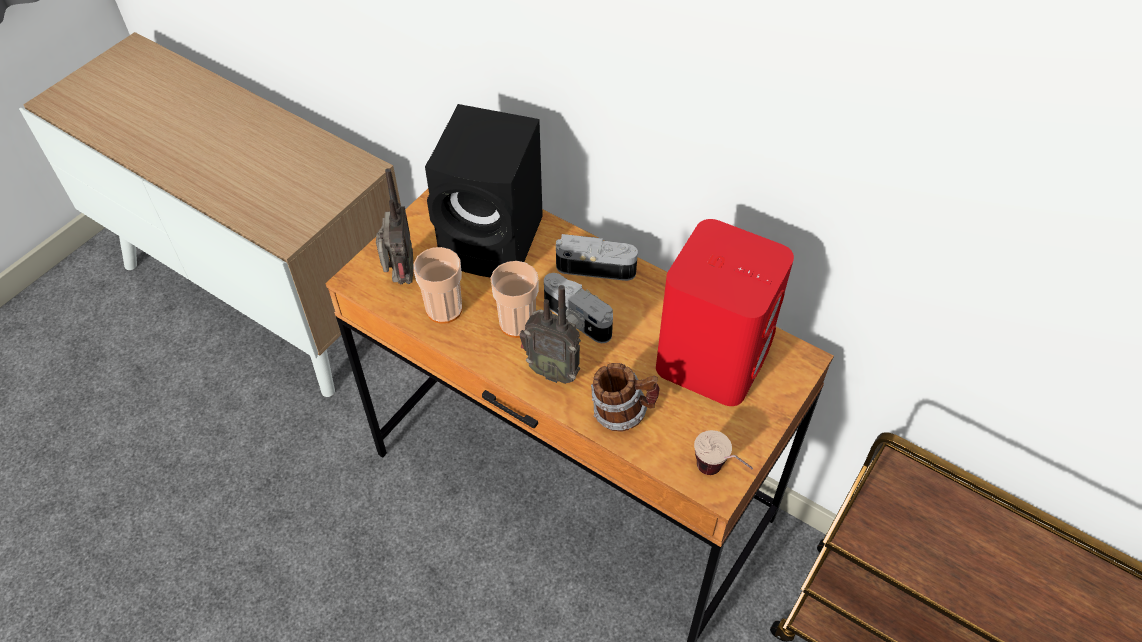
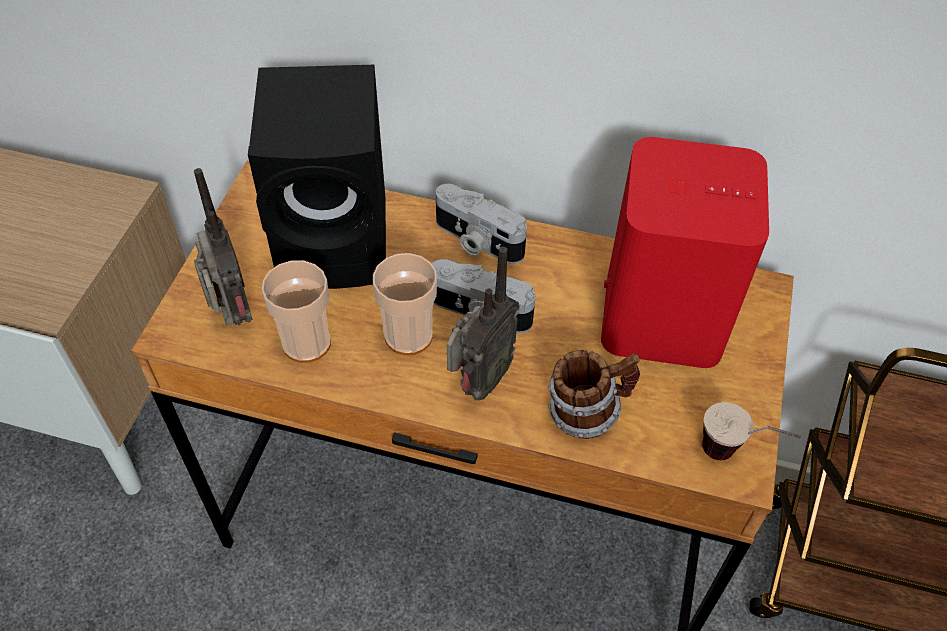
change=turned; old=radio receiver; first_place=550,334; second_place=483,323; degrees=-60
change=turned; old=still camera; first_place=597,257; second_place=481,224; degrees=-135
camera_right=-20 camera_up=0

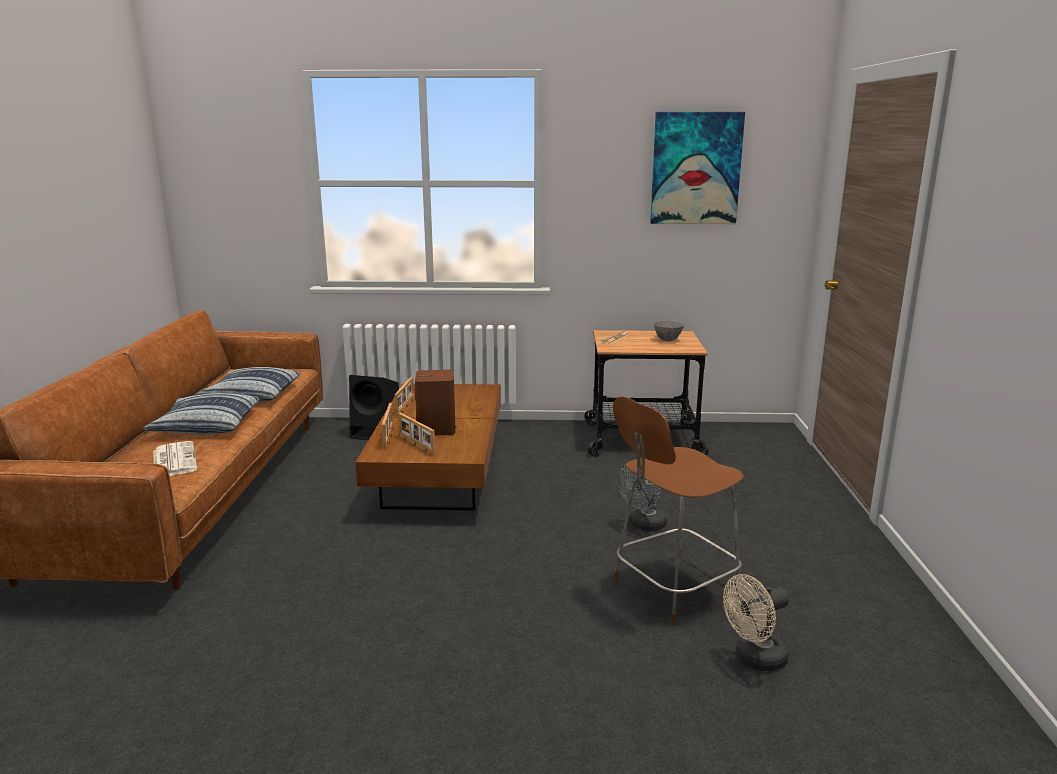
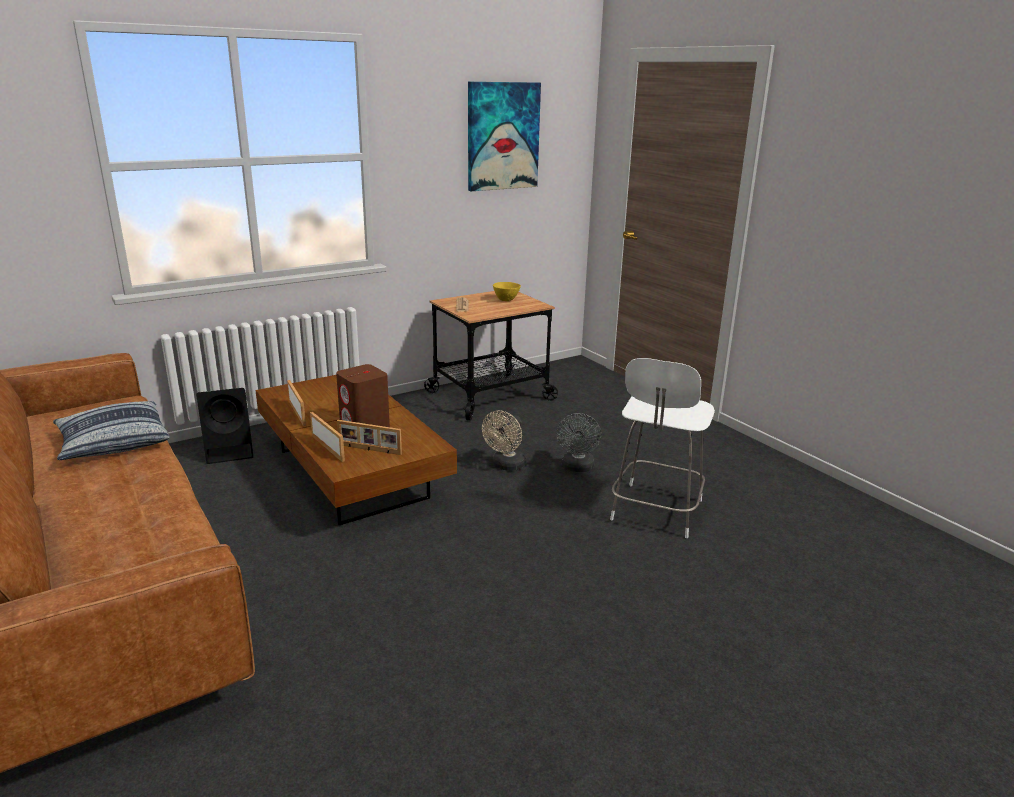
change=removed; old=throw pillow; first_place=201,414
change=removed; old=printed paper; first_place=175,458
change=recoloured; old=brown-coloured stool; new=white stool; first_place=678,511; second_place=662,448
change=recoloured; old=grey bowl; new=yellow bowl; first_place=669,331; second_place=507,291
change=moved; old=sand-coloured cooling fan; first_place=756,622; second_place=504,440
camera_right=-35 camera_up=5

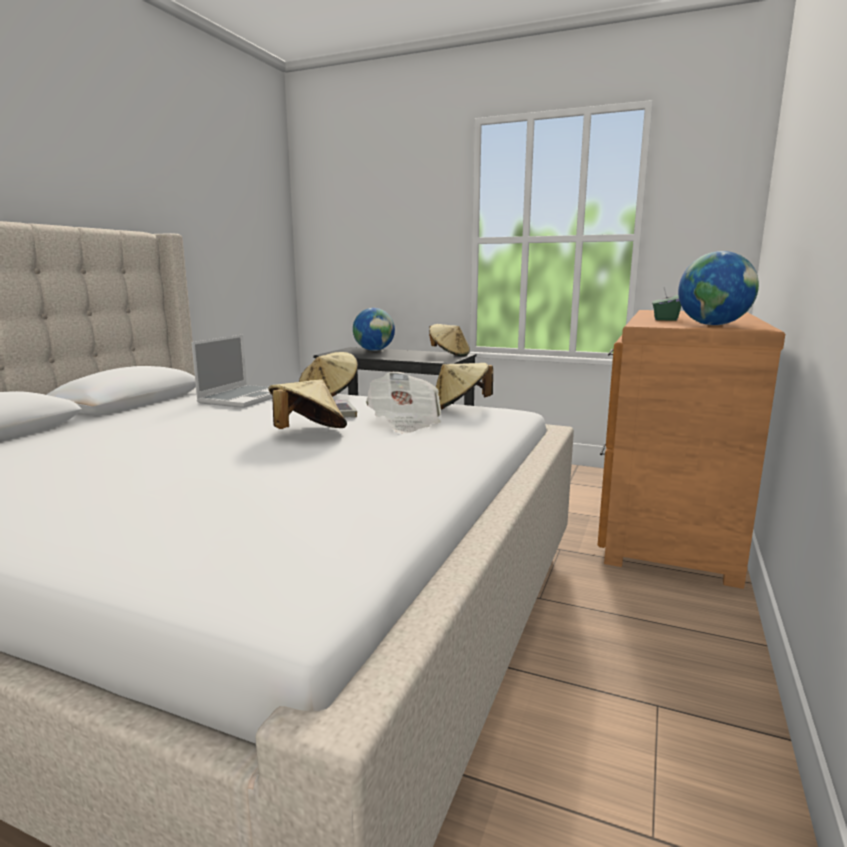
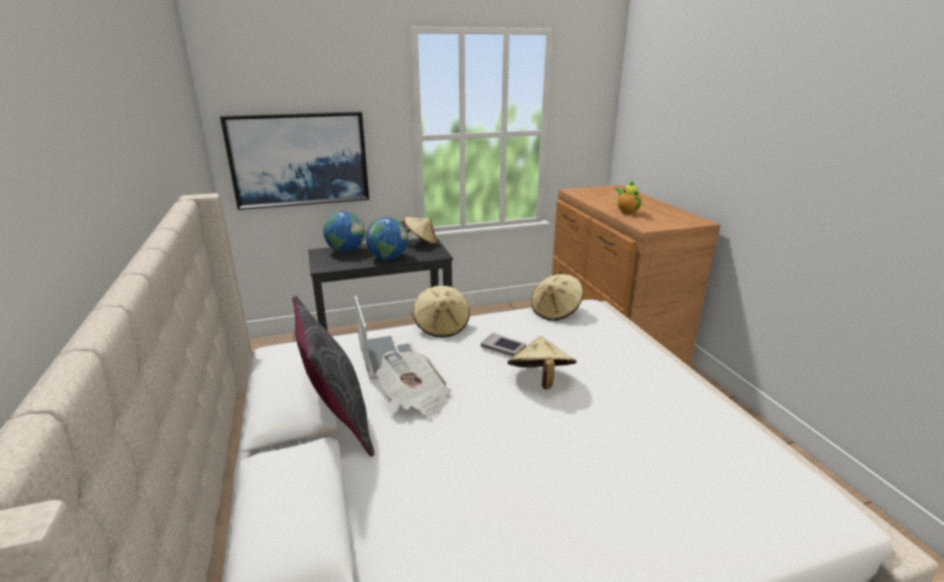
change=moved; old=printed paper; first_place=403,402; second_place=414,384
change=replaced; old=green-coloured tissue holder; new=tea pot; first_place=666,304; second_place=628,198
change=moved; old=desk globe; first_place=718,288; second_place=387,238
change=added; new=wall picture; second_place=294,161
change=added; new=grey throw pillow; second_place=333,376
camera_right=-40 camera_up=10

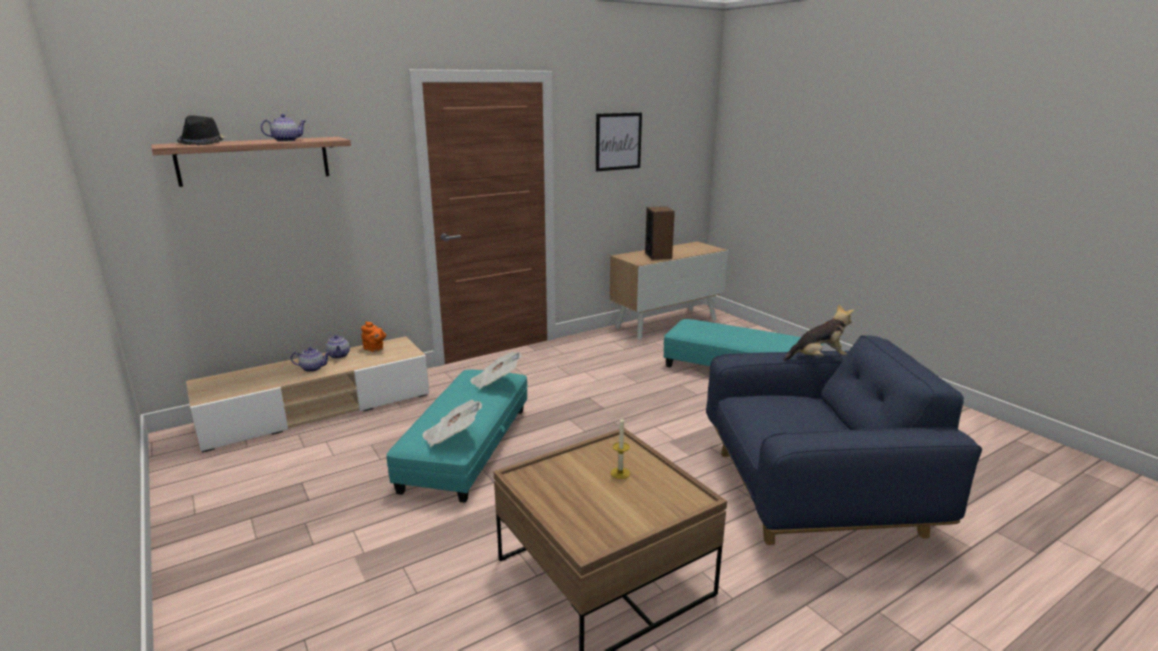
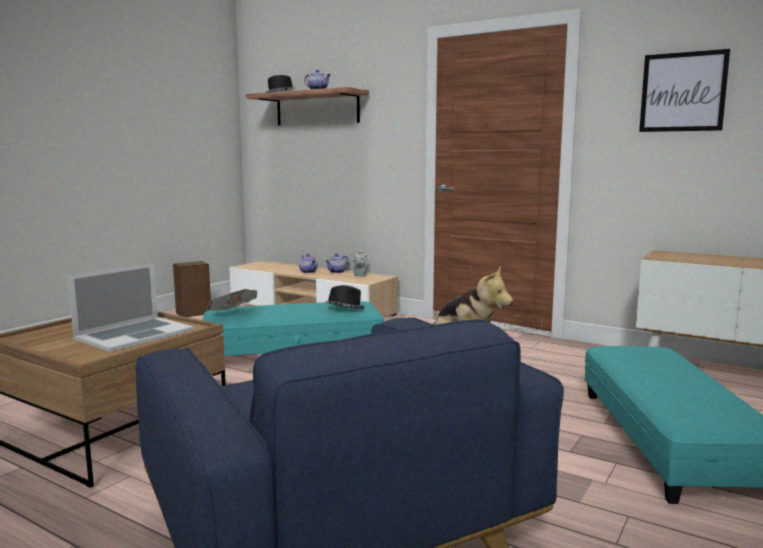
change=recoloured; old=orange tea pot; new=grey tea pot; first_place=373,336; second_place=360,263
change=replaced; old=printed paper; new=black wearable hat; first_place=496,370; second_place=344,297
change=replaced; old=wax light; new=portable computer; first_place=620,448; second_place=131,307
change=moved; old=audio speaker; first_place=660,233; second_place=192,289
camera_right=65 camera_up=-10

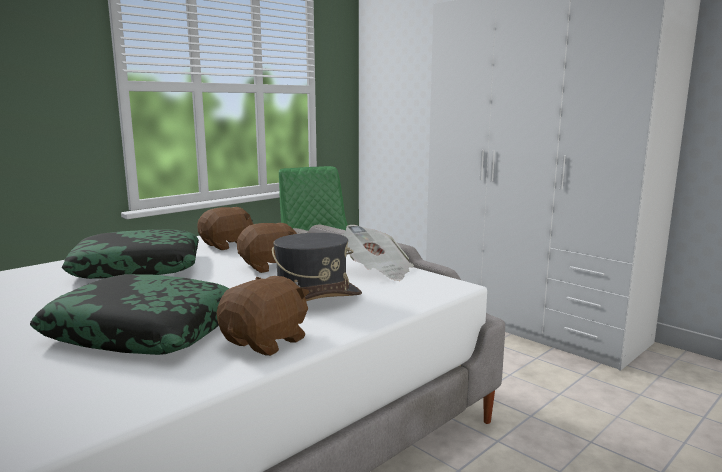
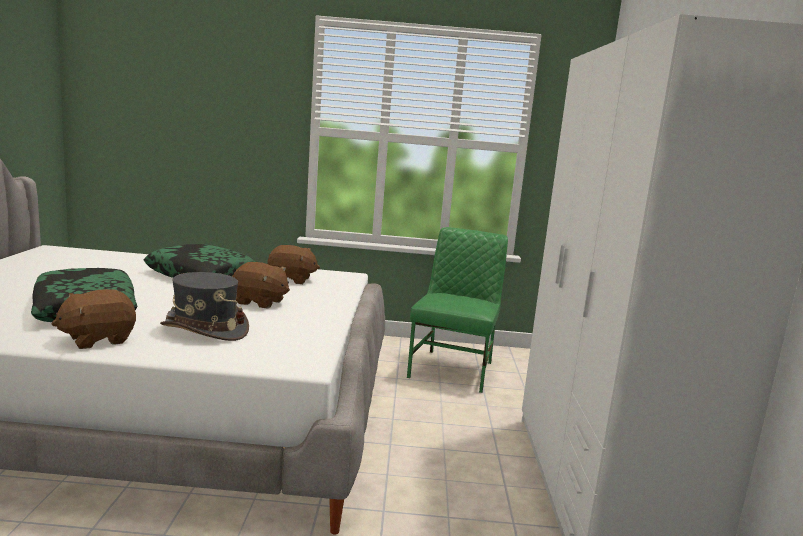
change=turned; old=brown-coloured soft toy; first_place=263,316; second_place=94,319; degrees=150
change=removed; old=printed paper; first_place=378,253
camera_right=45 camera_up=0

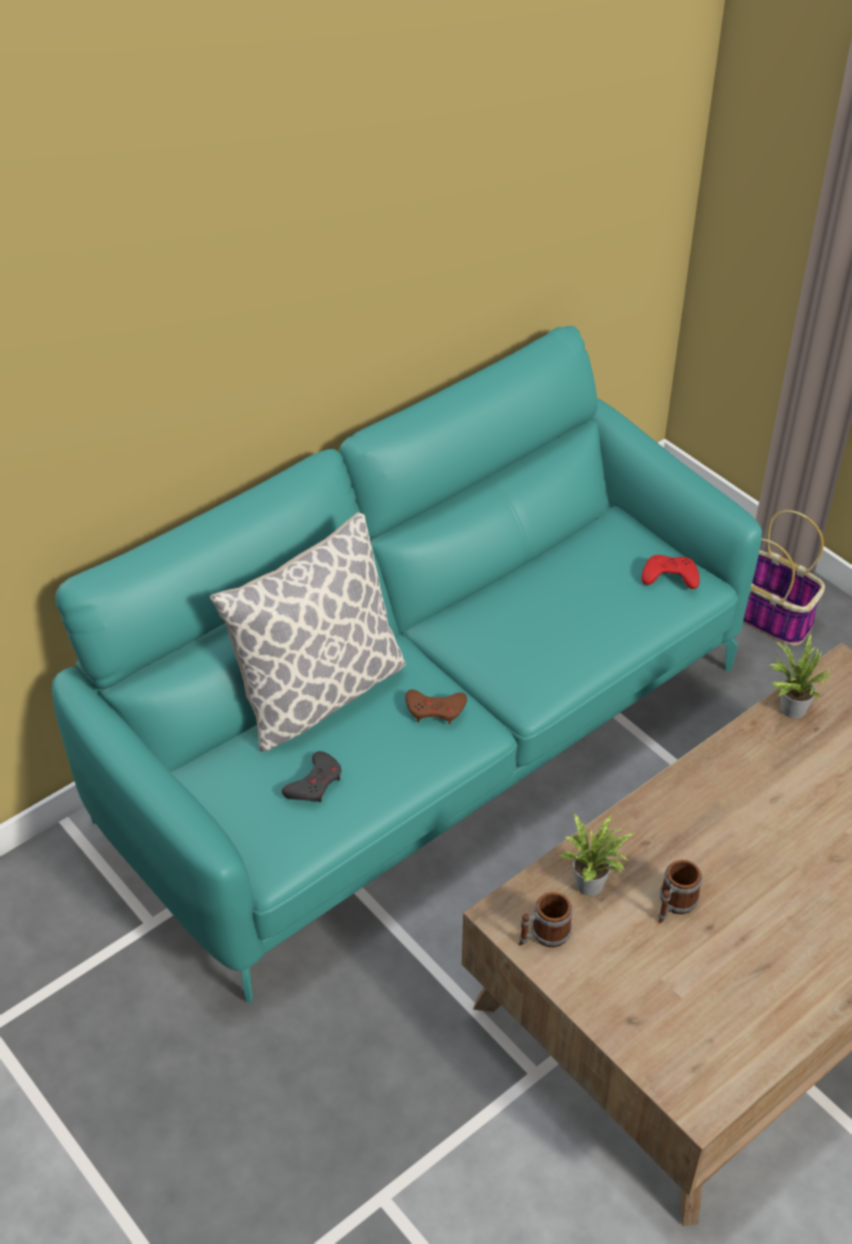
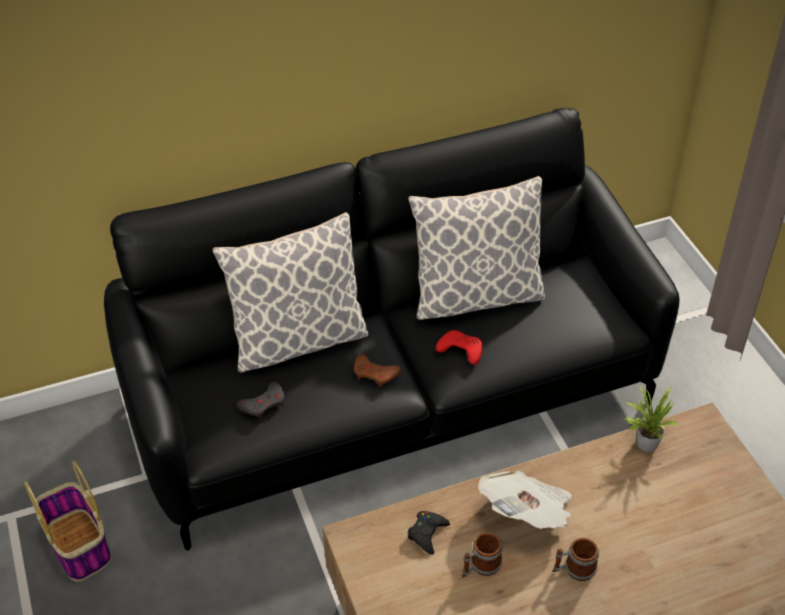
change=recoloured; old=blue-green settee; new=black settee; first_place=407,664; second_place=392,329
change=moved; old=coffee mug; first_place=546,919; second_place=575,559
change=replaced; old=plant in a pot; new=black joypad; first_place=596,854; second_place=429,533
change=moved; old=red-coloured joypad; first_place=671,572; second_place=459,347
change=moved; old=storage basket; first_place=784,578; second_place=67,521
change=added; new=throw pillow; second_place=476,248
change=added; new=printed paper; second_place=525,499
camera_right=20 camera_up=0

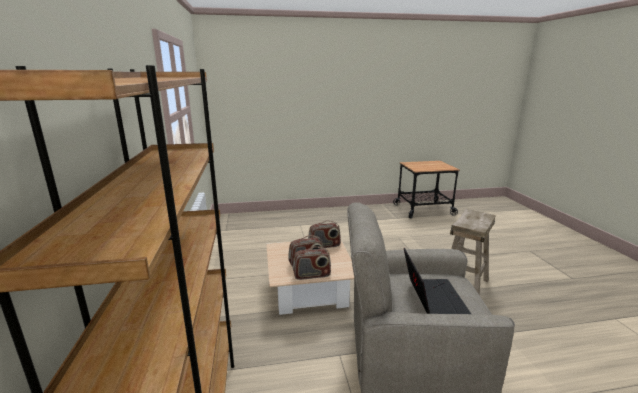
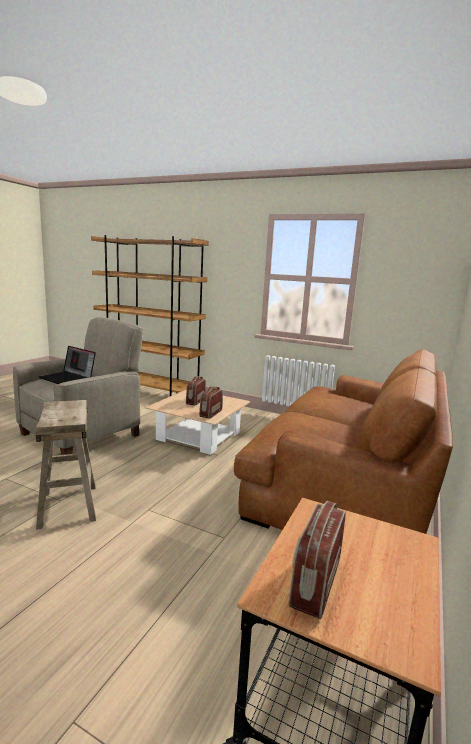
change=moved; old=radio receiver; first_place=312,263; second_place=317,560
change=added; new=brown-coloured settee; second_place=343,441
camera_right=125 camera_up=-5

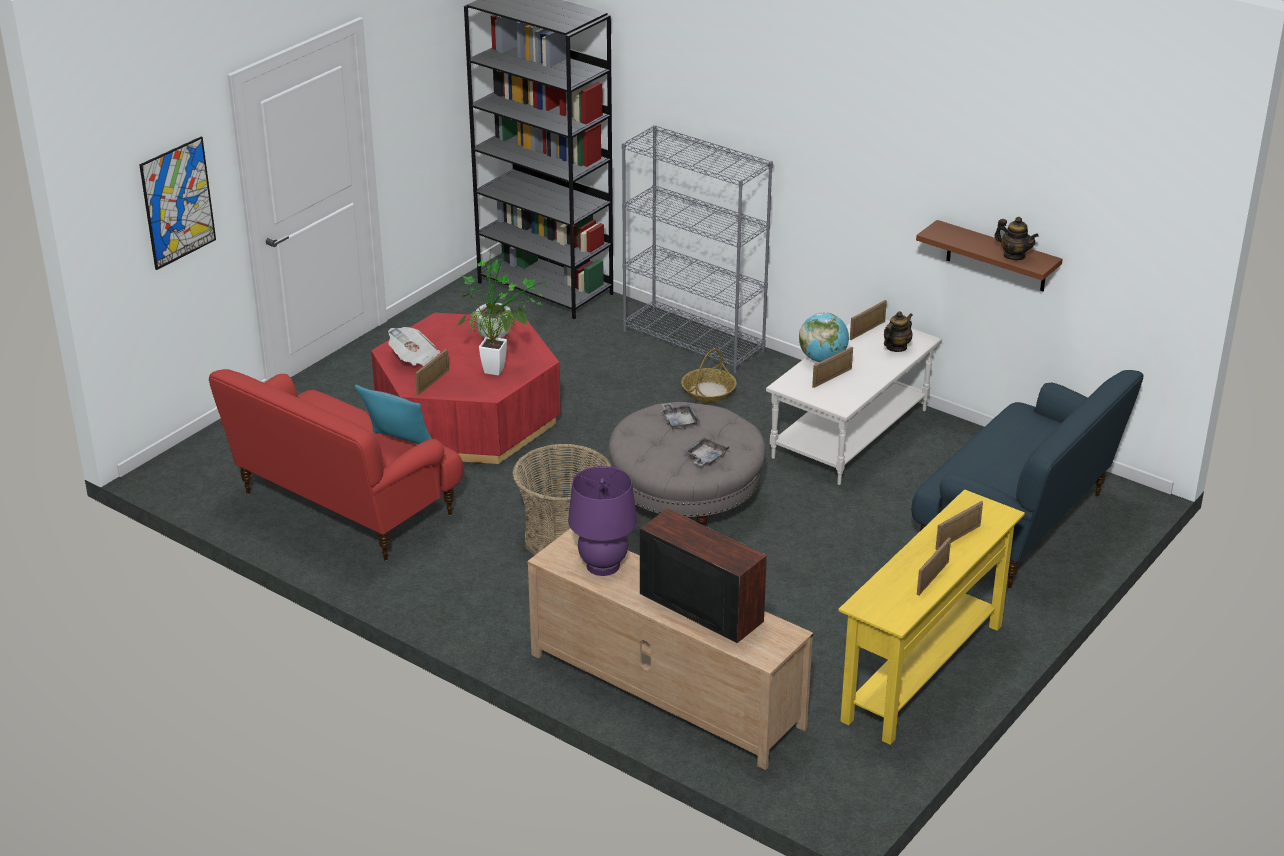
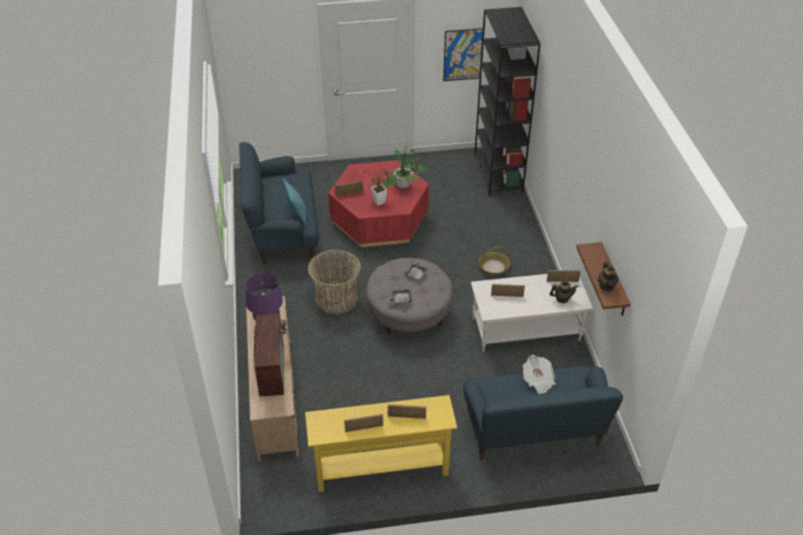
change=moved; old=wall picture; first_place=177,203; second_place=463,54
change=recoloured; old=red-coloured settee; new=blue settee; first_place=336,465; second_place=279,203
change=moved; old=printed paper; first_place=414,346; second_place=539,374
change=removed; old=grey shelving unit; first_place=697,249
change=removed; old=desk globe; first_place=824,337
camera_right=45 camera_up=10

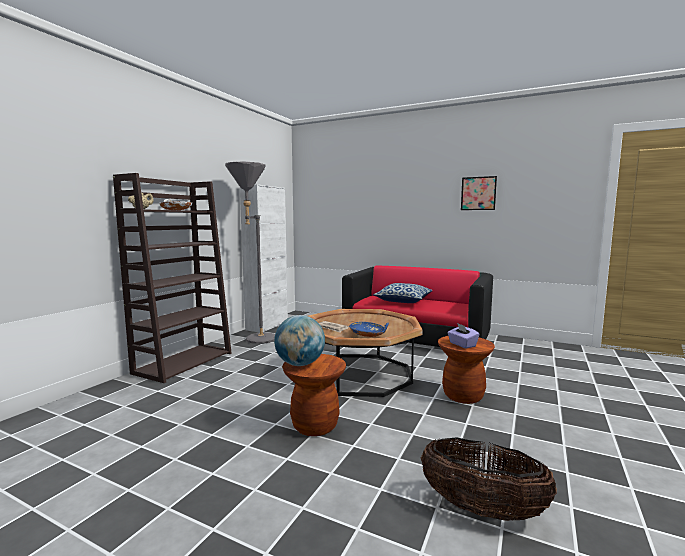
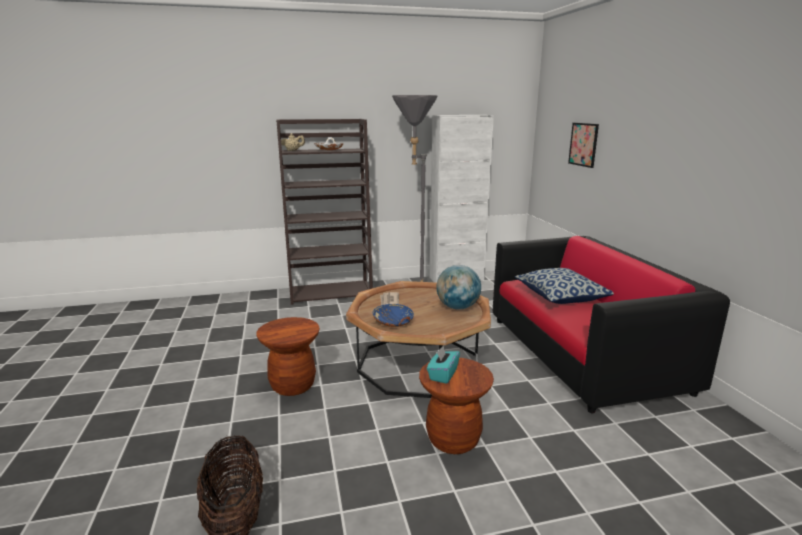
change=moved; old=desk globe; first_place=299,340; second_place=458,287
change=recoloured; old=purplish tissue holder; new=blue-green tissue holder; first_place=463,335; second_place=443,365
change=moved; old=wall picture; first_place=479,193; second_place=583,145
camera_right=50 camera_up=10

